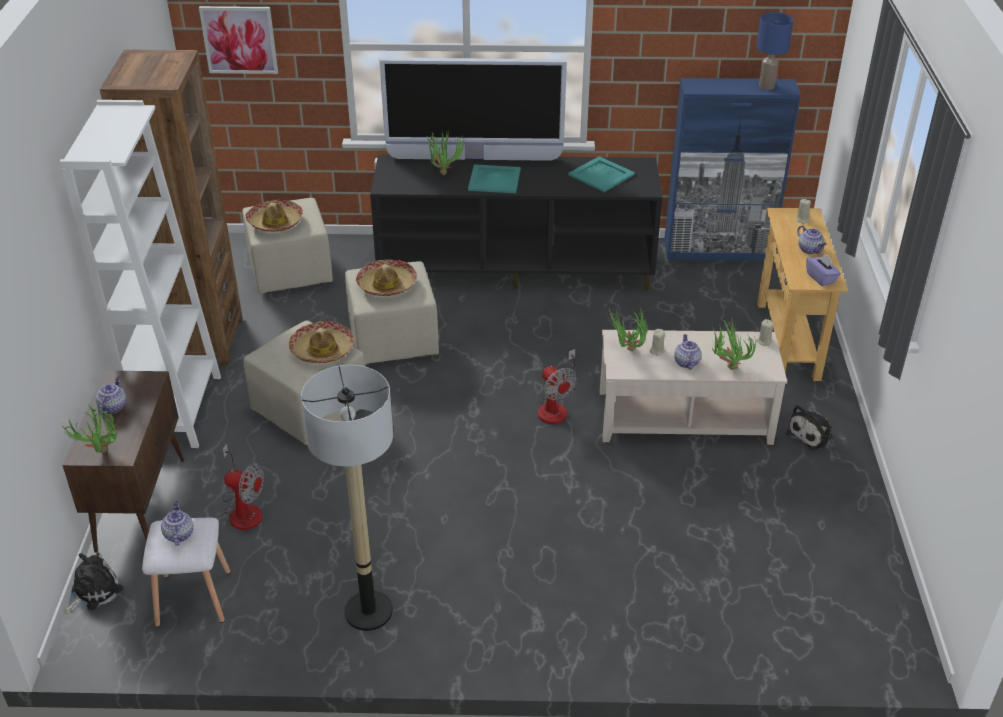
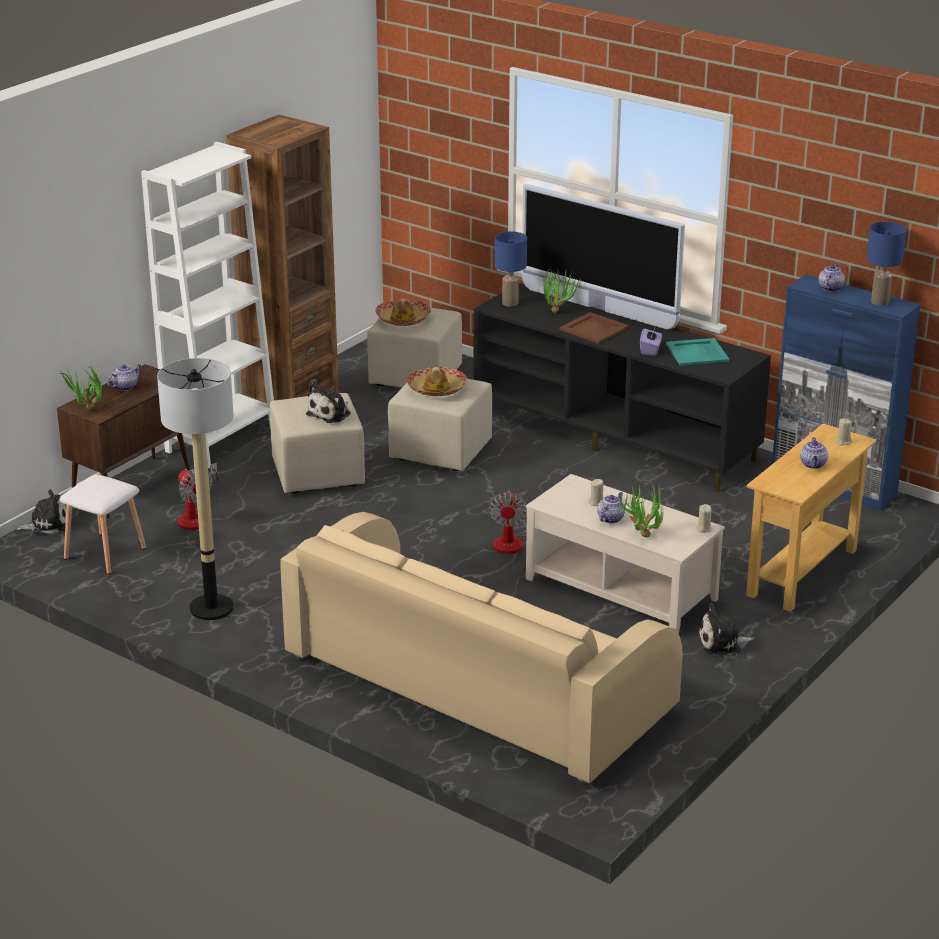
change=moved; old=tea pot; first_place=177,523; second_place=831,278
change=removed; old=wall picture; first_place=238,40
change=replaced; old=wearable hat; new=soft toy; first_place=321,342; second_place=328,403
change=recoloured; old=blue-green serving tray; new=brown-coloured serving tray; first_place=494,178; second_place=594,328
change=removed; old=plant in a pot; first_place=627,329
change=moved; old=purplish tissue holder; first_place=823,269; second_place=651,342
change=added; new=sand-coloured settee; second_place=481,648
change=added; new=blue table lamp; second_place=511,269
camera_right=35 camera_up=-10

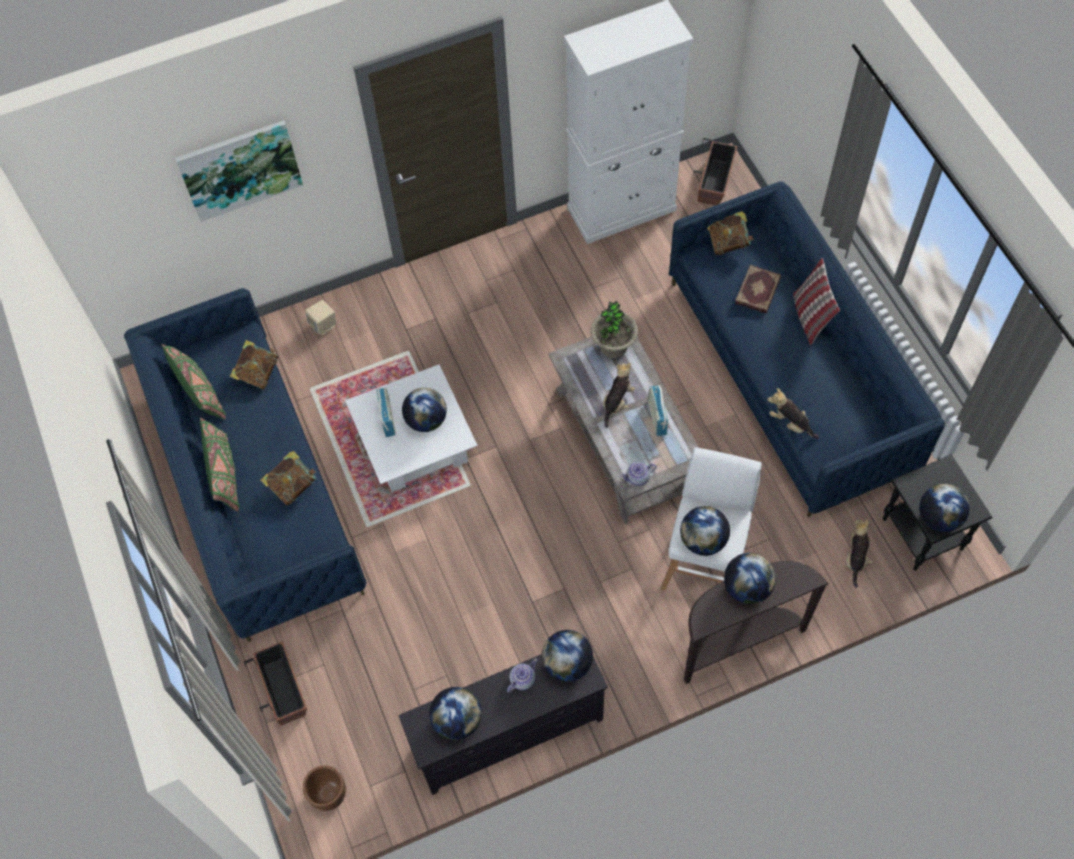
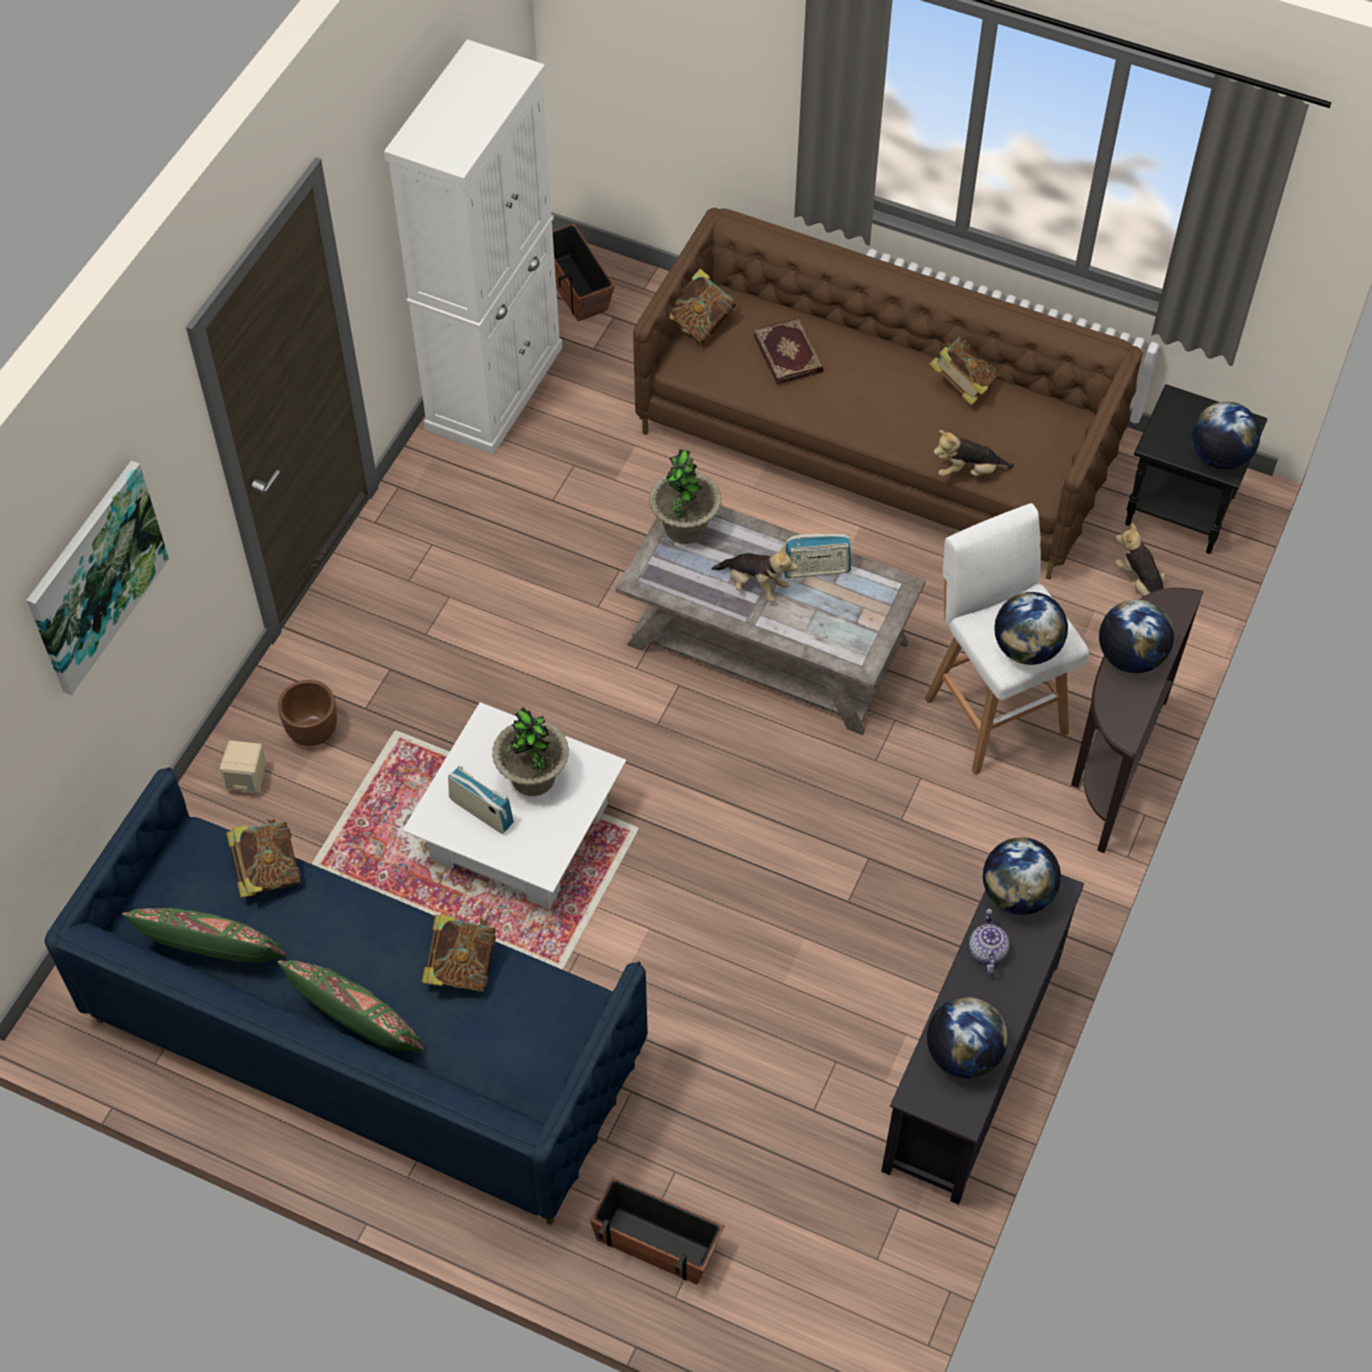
change=moved; old=brown-coloured flower pot; first_place=324,788; second_place=307,713
change=replaced; old=desk globe; new=plant in a pot; first_place=424,410; second_place=530,751
change=turned; old=soft toy; first_place=619,395; second_place=754,573; degrees=135
change=removed; old=tea pot; first_place=638,474
change=turned; old=radio receiver; first_place=658,410; second_place=817,556; degrees=-45
change=recoloured; old=blue settee; new=brown-coloured settee; first_place=807,349; second_place=888,393
change=removed; old=throw pillow; first_place=816,301
change=added; new=volume; second_place=964,370
camera_right=-45 camera_up=-5

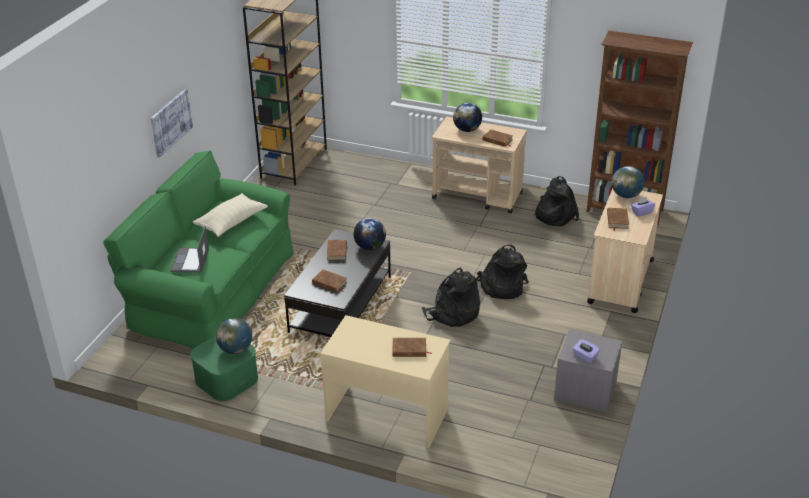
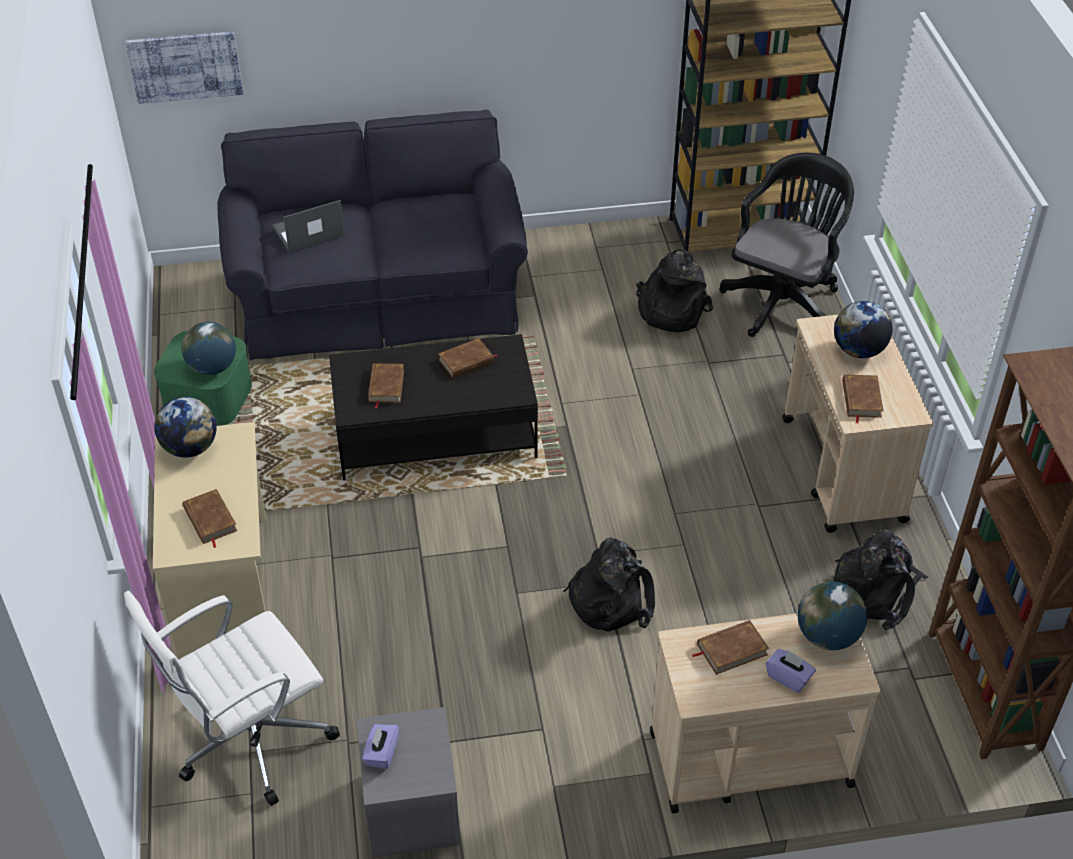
change=recoloured; old=green-coloured settee; new=black settee; first_place=198,249; second_place=372,235
change=moved; old=wall picture; first_place=172,123; second_place=184,68
change=removed; old=sand-coloured throw pillow; first_place=230,215
change=moved; old=desk globe; first_place=370,234; second_place=185,427
change=moved; old=black knapsack; first_place=451,297; second_place=674,290
change=added; new=white desk chair; second_place=232,698
change=added; new=black desk chair; second_place=787,245
camera_right=60 camera_up=10

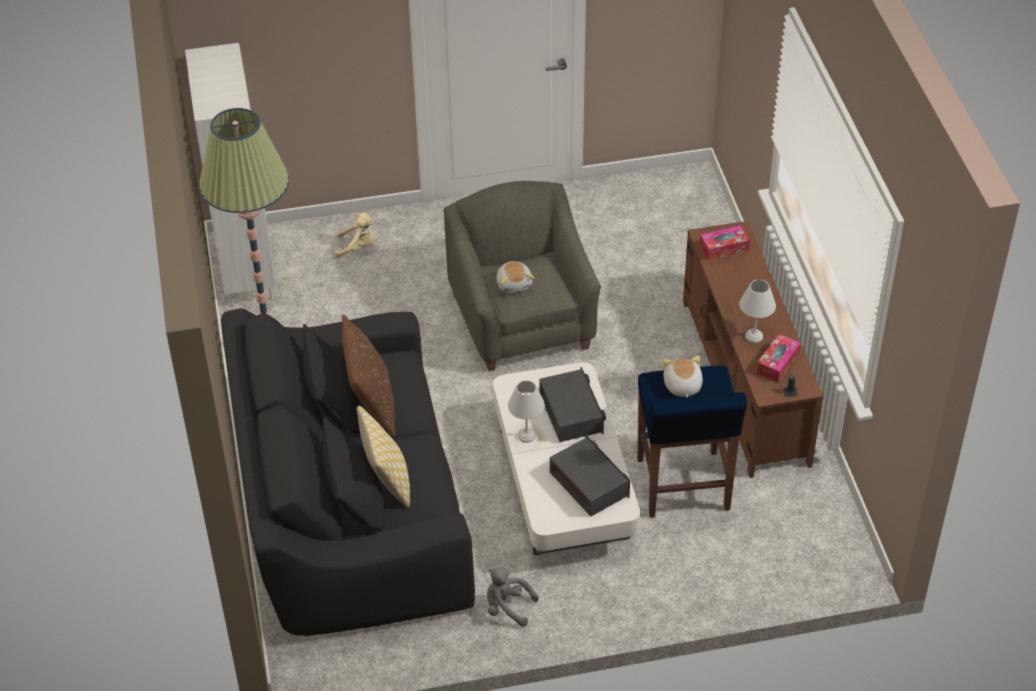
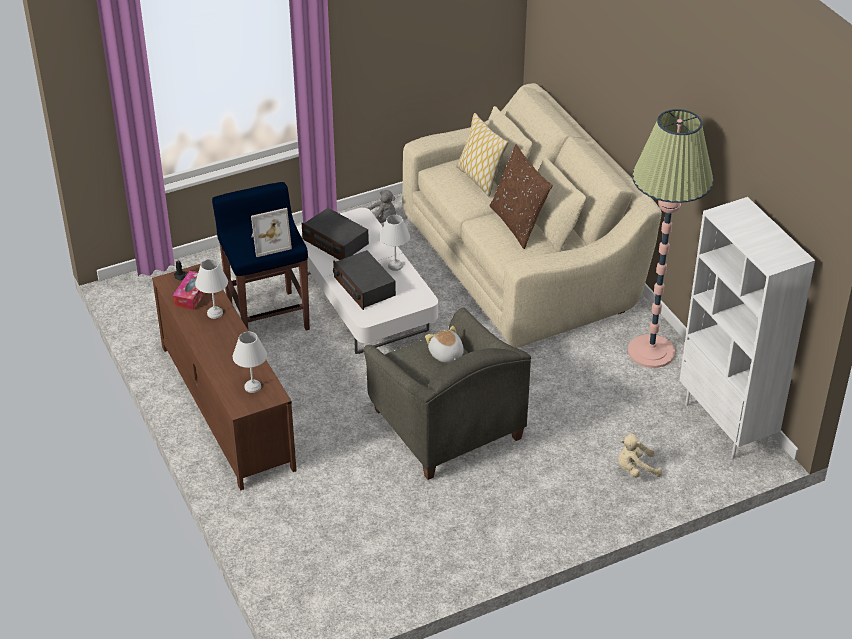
change=recoloured; old=black settee; new=sand-coloured settee; first_place=348,472; second_place=532,215
change=replaced; old=soft toy; new=photo frame; first_place=682,376; second_place=271,232
change=replaced; old=tissue holder; new=white table lamp; first_place=725,242; second_place=250,362
camera_right=165 camera_up=-5

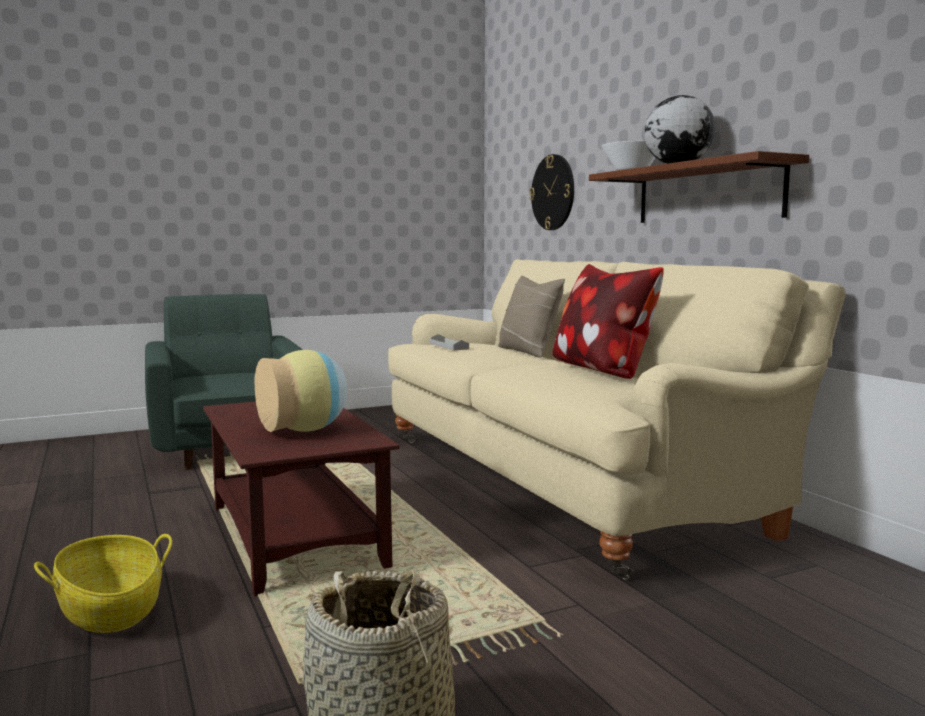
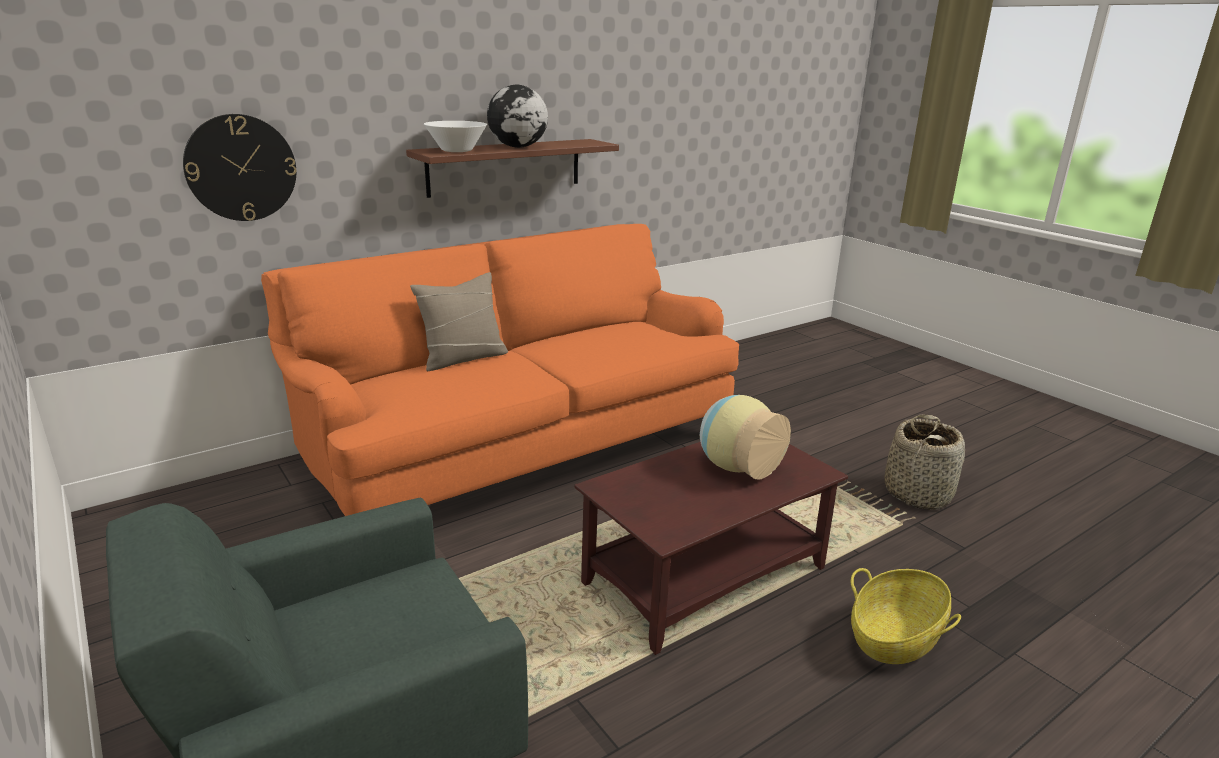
change=recoloured; old=sand-coloured settee; new=orange settee; first_place=617,419; second_place=500,370
change=removed; old=grey serving tray; first_place=449,342
change=removed; old=throw pillow; first_place=607,321
camera_right=-100 camera_up=15

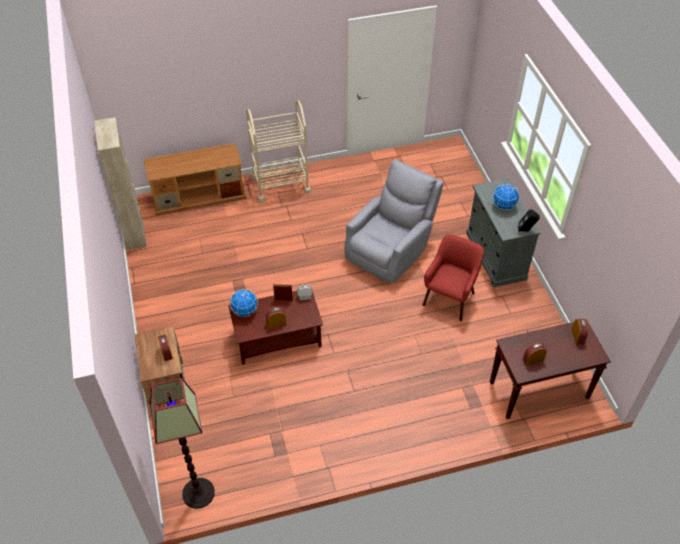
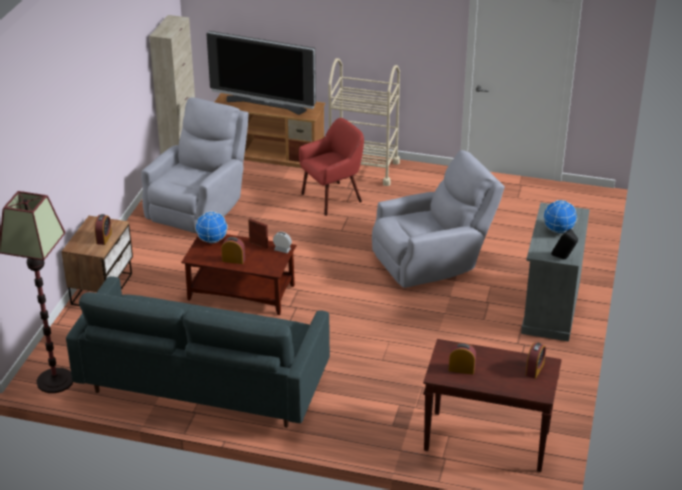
change=moved; old=red-coloured armchair; first_place=453,277; second_place=331,167
change=added; new=grey settee; second_place=198,352
change=added; new=grey armchair; second_place=195,165
change=added; new=TV; second_place=261,73
camera_right=30 camera_up=-15

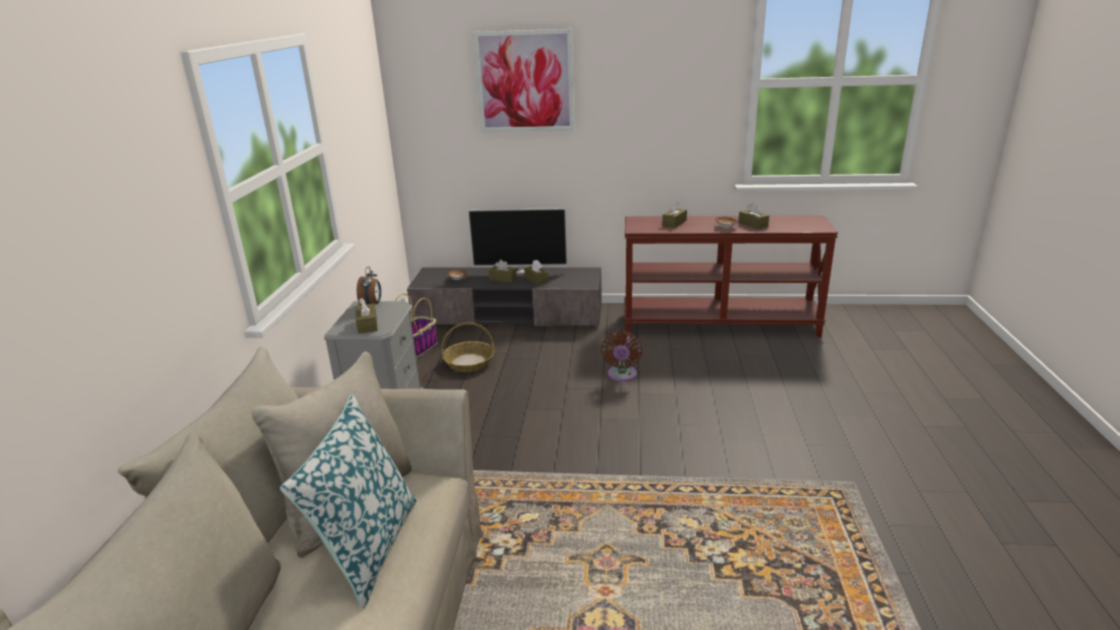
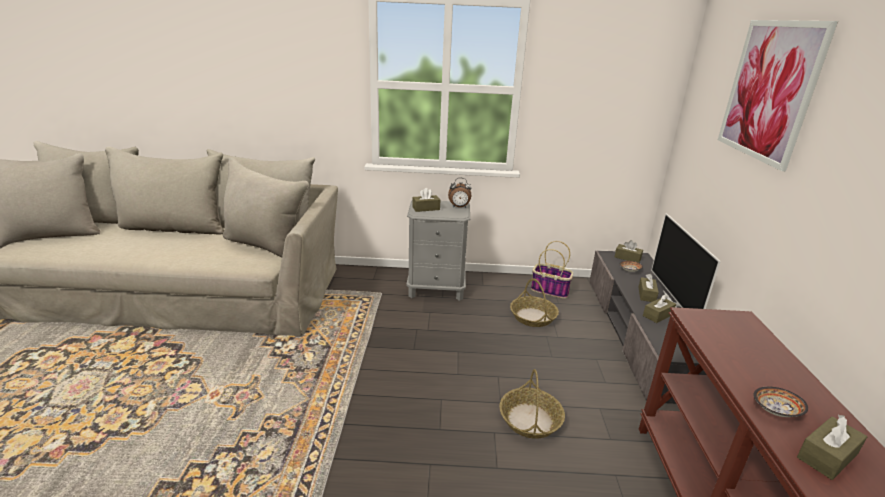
change=removed; old=throw pillow; first_place=348,501
change=replaced; old=brown-coloured cooling fan; new=storage basket; first_place=622,356; second_place=532,404
change=moved; old=brown-coloured tissue holder; first_place=674,214; second_place=629,251
camera_right=85 camera_up=0

